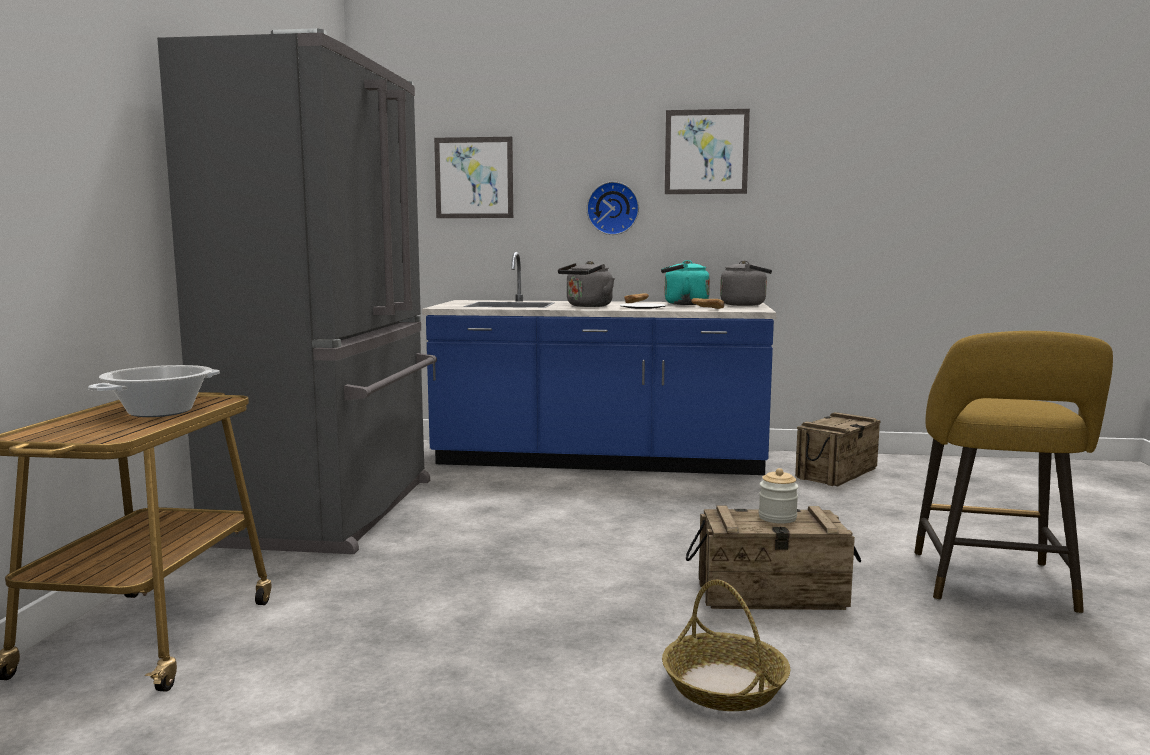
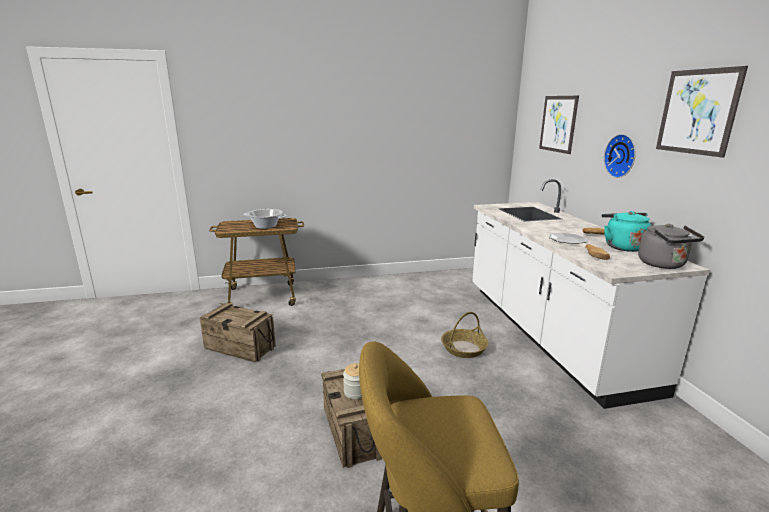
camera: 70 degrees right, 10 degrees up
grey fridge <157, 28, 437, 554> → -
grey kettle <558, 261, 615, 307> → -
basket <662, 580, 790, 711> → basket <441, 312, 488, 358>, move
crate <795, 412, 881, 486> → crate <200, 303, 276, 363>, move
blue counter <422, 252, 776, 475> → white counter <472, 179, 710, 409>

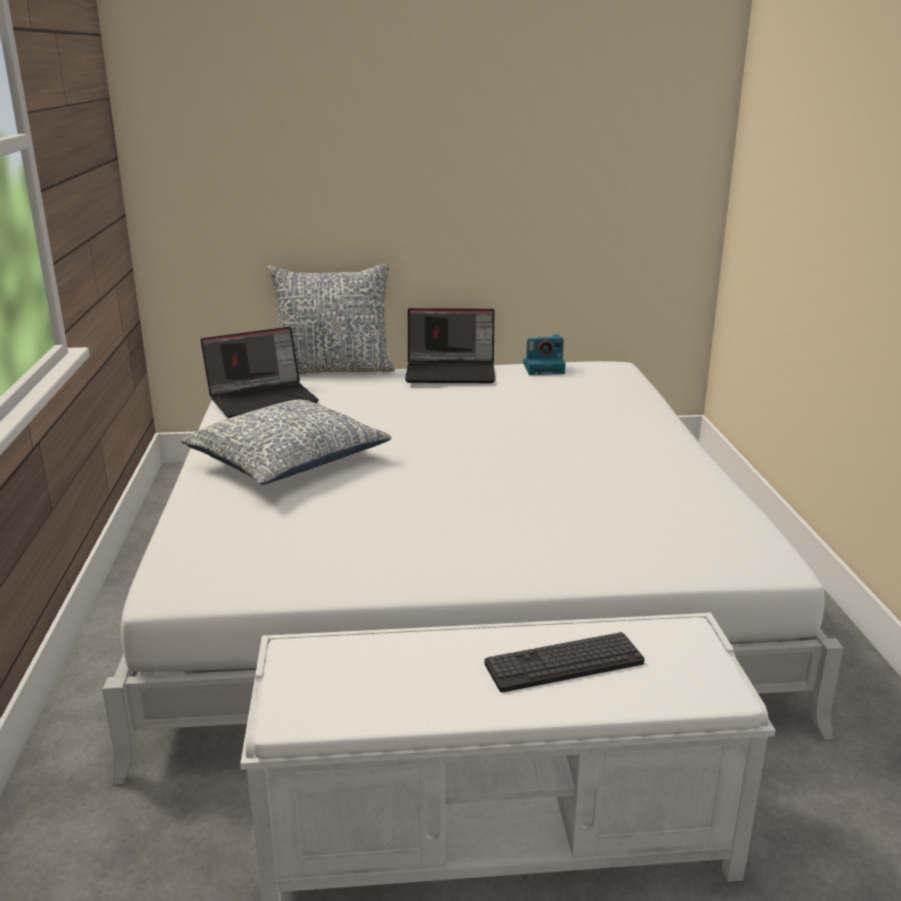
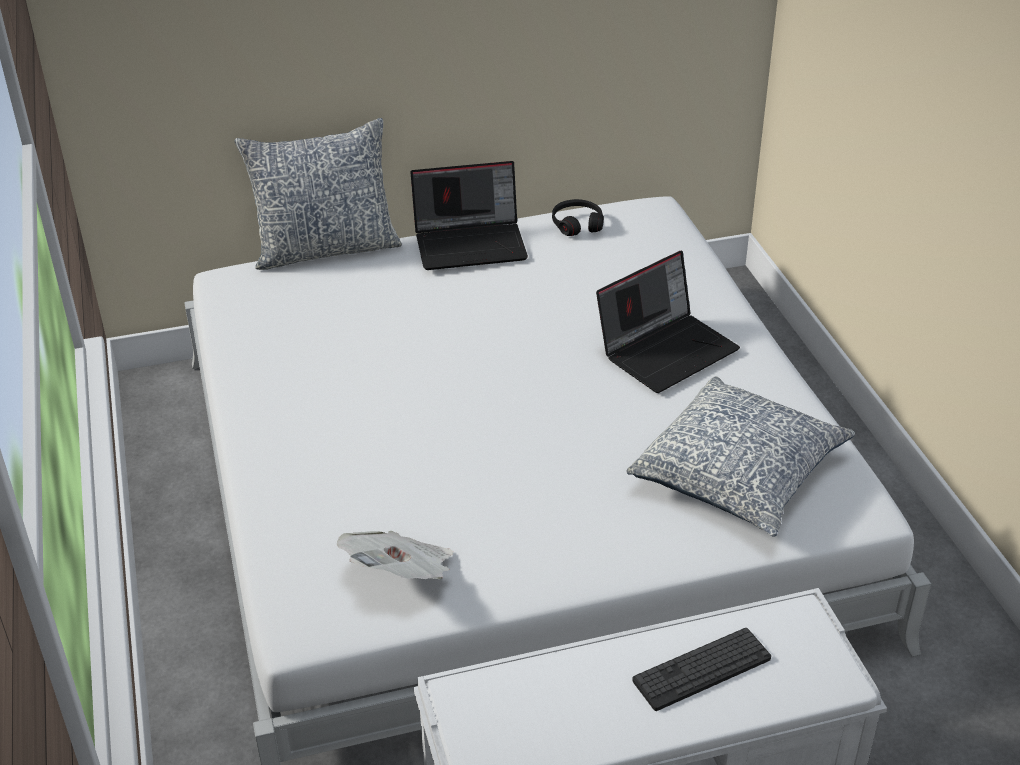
camera: 10 degrees left, 15 degrees up
- → newspaper <337, 531, 453, 579>
pillow <181, 400, 392, 485> → pillow <626, 377, 855, 537>, move
laptop <200, 327, 319, 418> → laptop <596, 250, 740, 393>, move
photo camera <523, 334, 566, 375> → black headphones <552, 199, 604, 236>

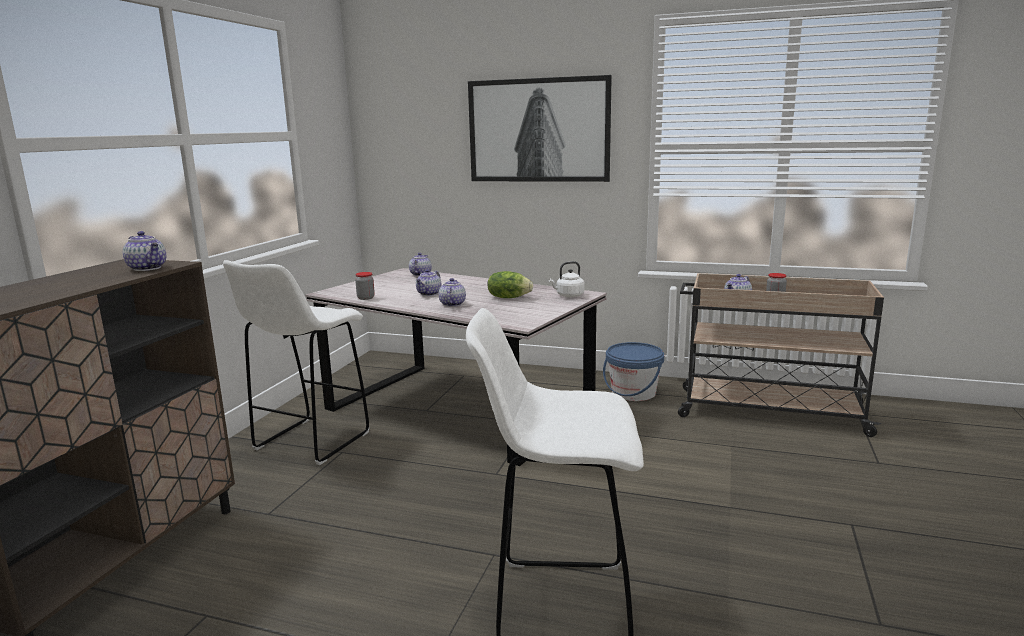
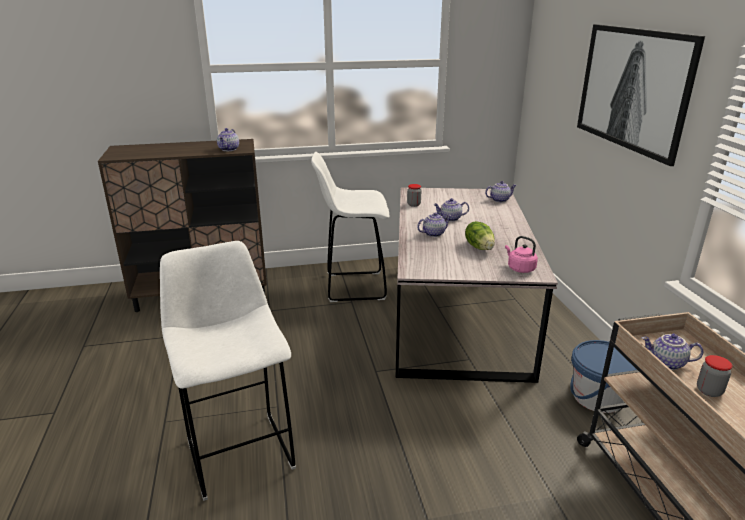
camera: 60 degrees right, 10 degrees up
white kettle <549, 261, 585, 297> → pink kettle <505, 236, 538, 273>

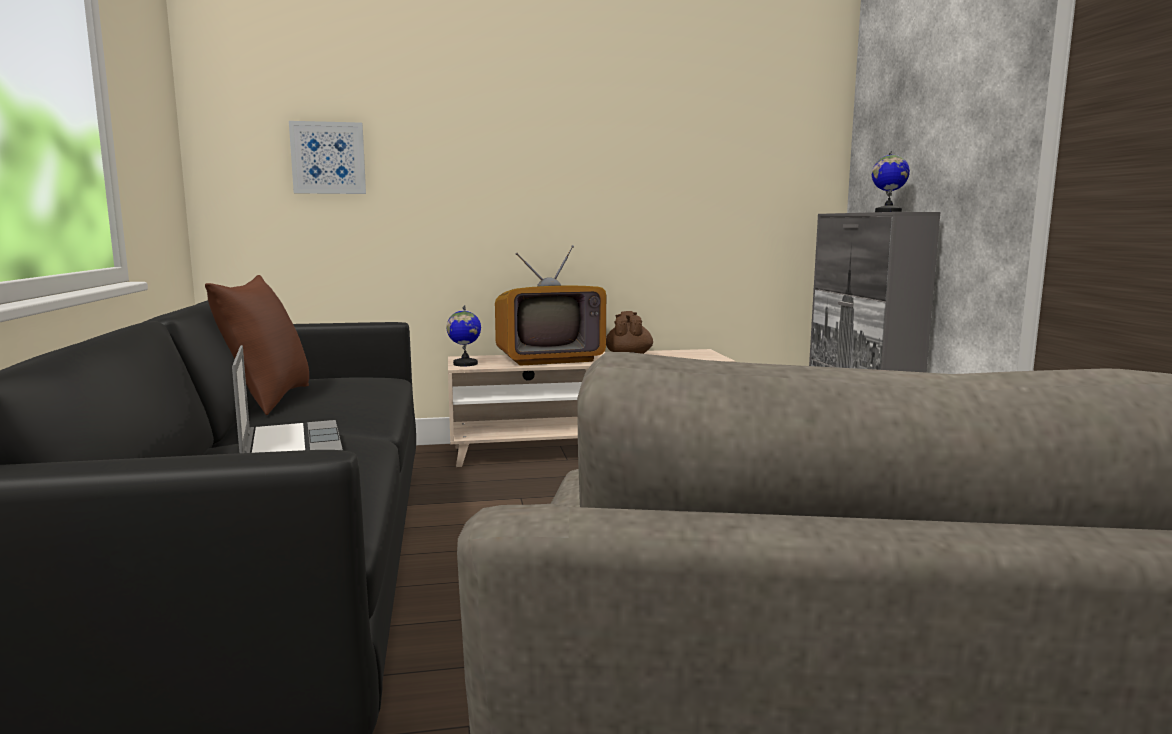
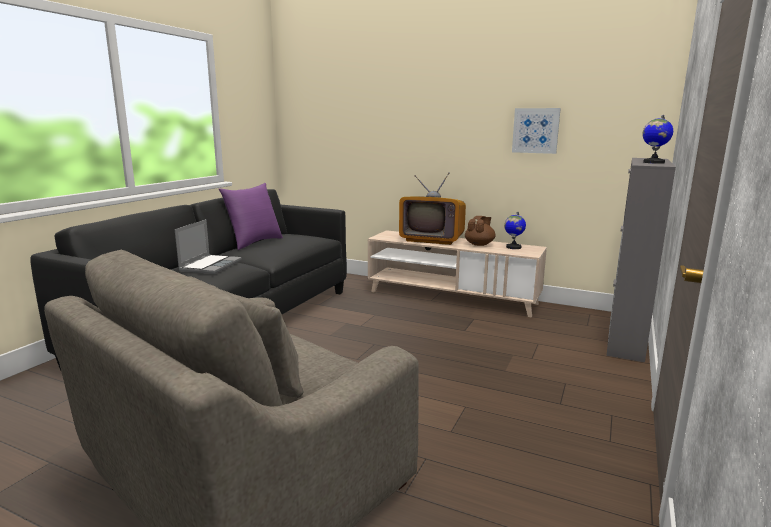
camera: 35 degrees right, 5 degrees up
picture <289, 121, 366, 194> → picture <512, 108, 561, 154>, move
globe <446, 305, 481, 366> → globe <504, 212, 526, 249>, move
brown pillow <205, 275, 309, 415> → purple pillow <219, 183, 283, 250>

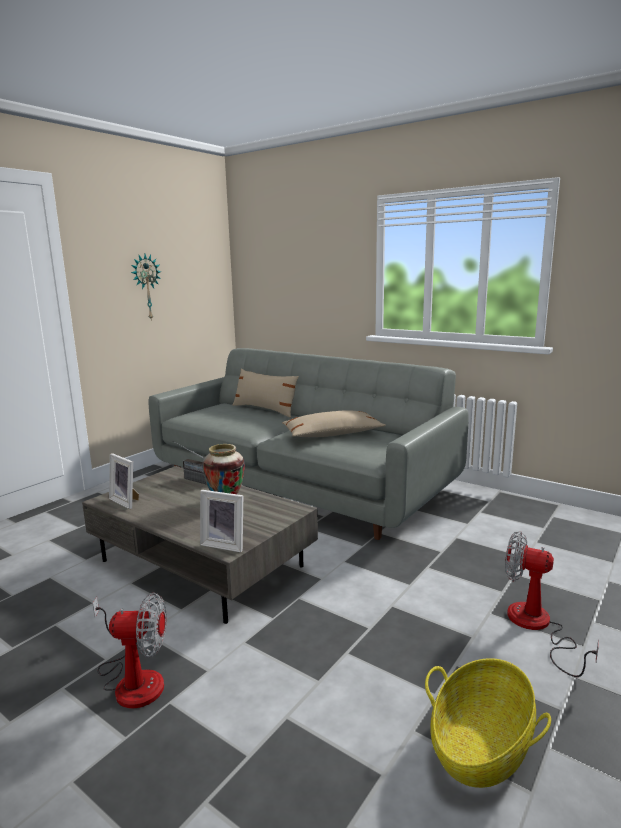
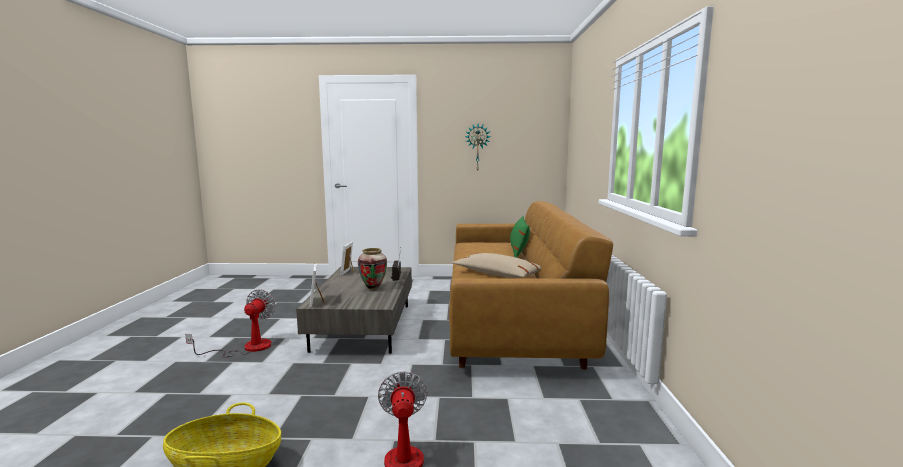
camera: 55 degrees right, 5 degrees down
grey sofa <148, 348, 469, 540> → brown sofa <449, 201, 613, 369>
beige pillow <233, 368, 299, 418> → green pillow <510, 216, 530, 258>
fan <93, 593, 167, 709> → fan <185, 289, 276, 357>, 135 degrees counterclockwise

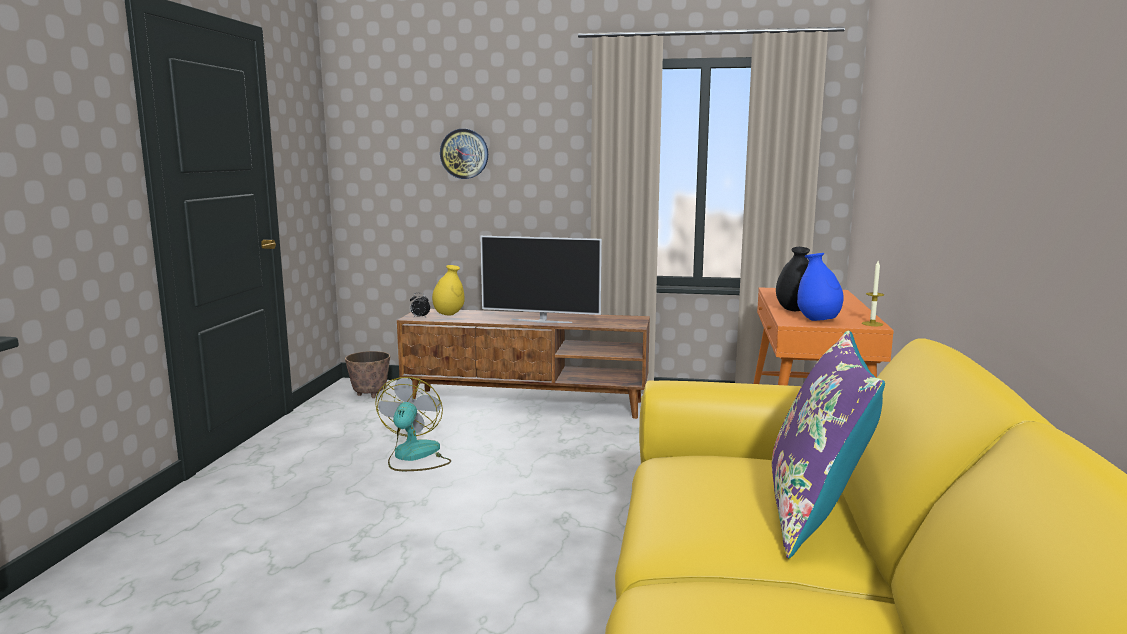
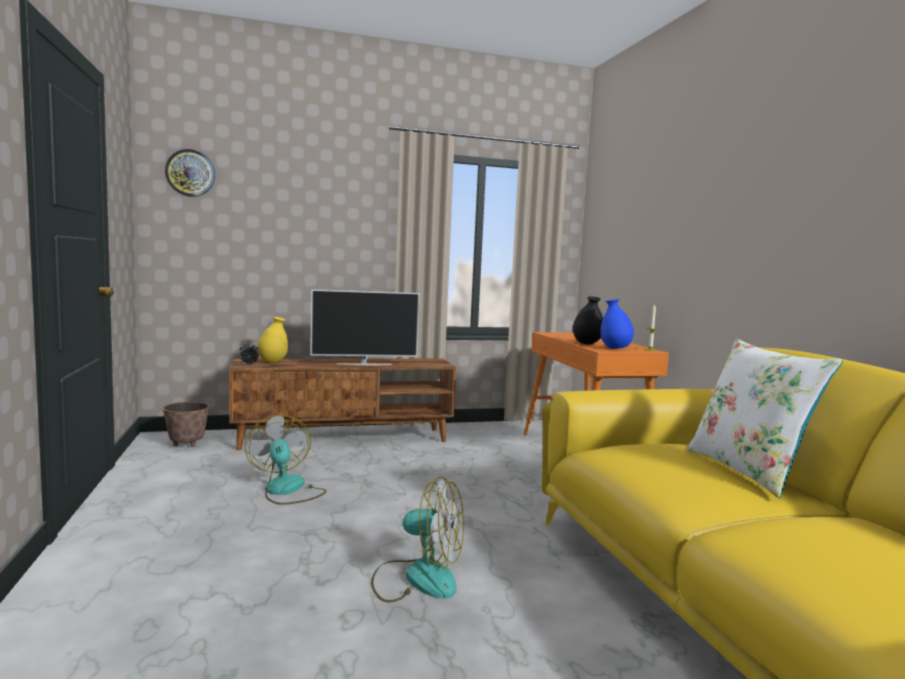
camera: 25 degrees left, 5 degrees down
- → fan <371, 477, 464, 602>
wall clock <440, 129, 488, 179> → wall clock <165, 149, 215, 197>, move
purple pillow <772, 330, 885, 559> → white pillow <686, 339, 843, 498>

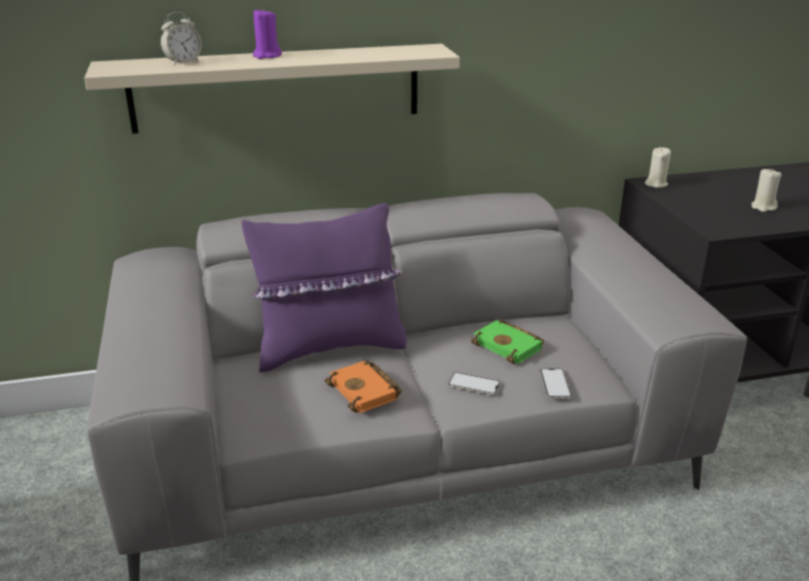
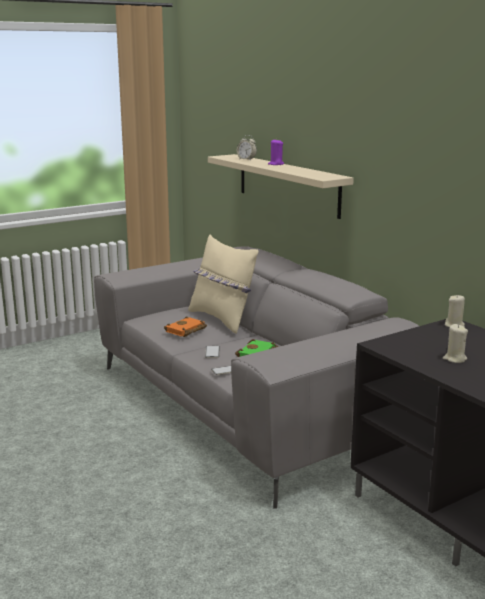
camera: 70 degrees right, 10 degrees down
purple pillow <242, 203, 407, 373> → beige pillow <188, 235, 259, 334>

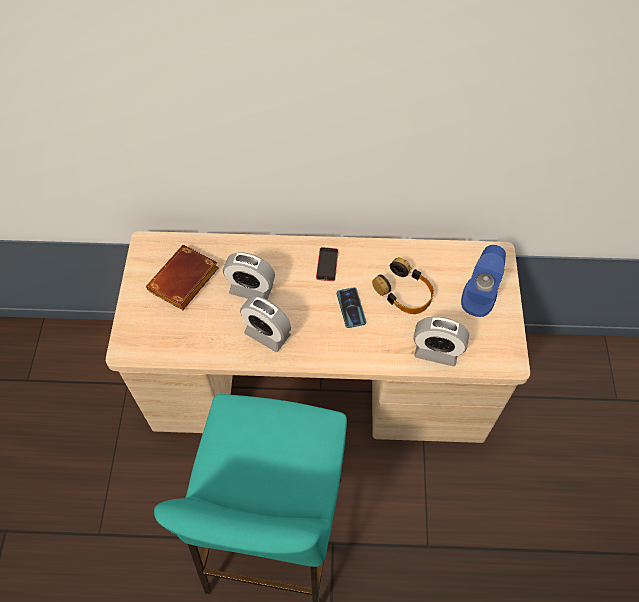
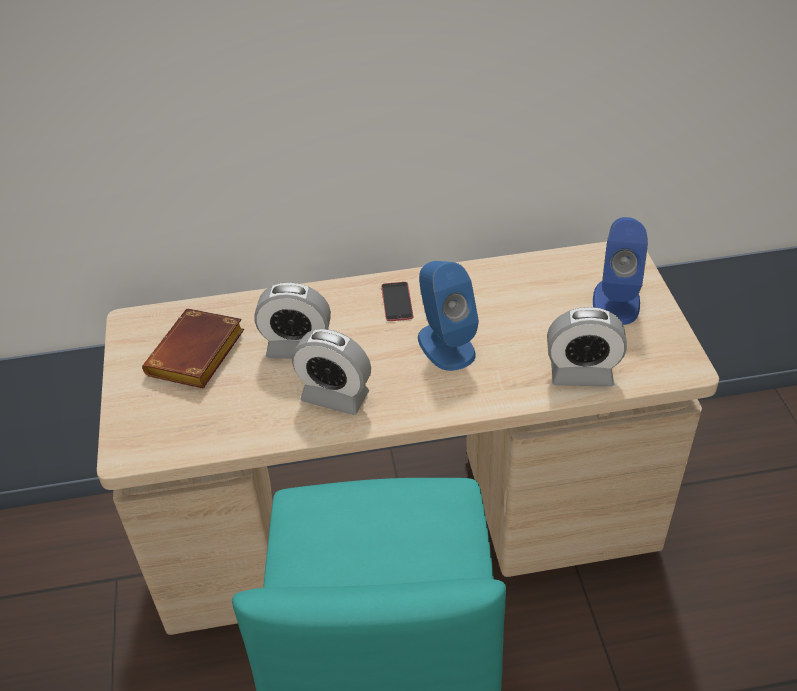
camera: 10 degrees left, 15 degrees down
headphones <372, 258, 434, 314> → -
phone <337, 287, 366, 328> → blue speaker <418, 261, 479, 371>

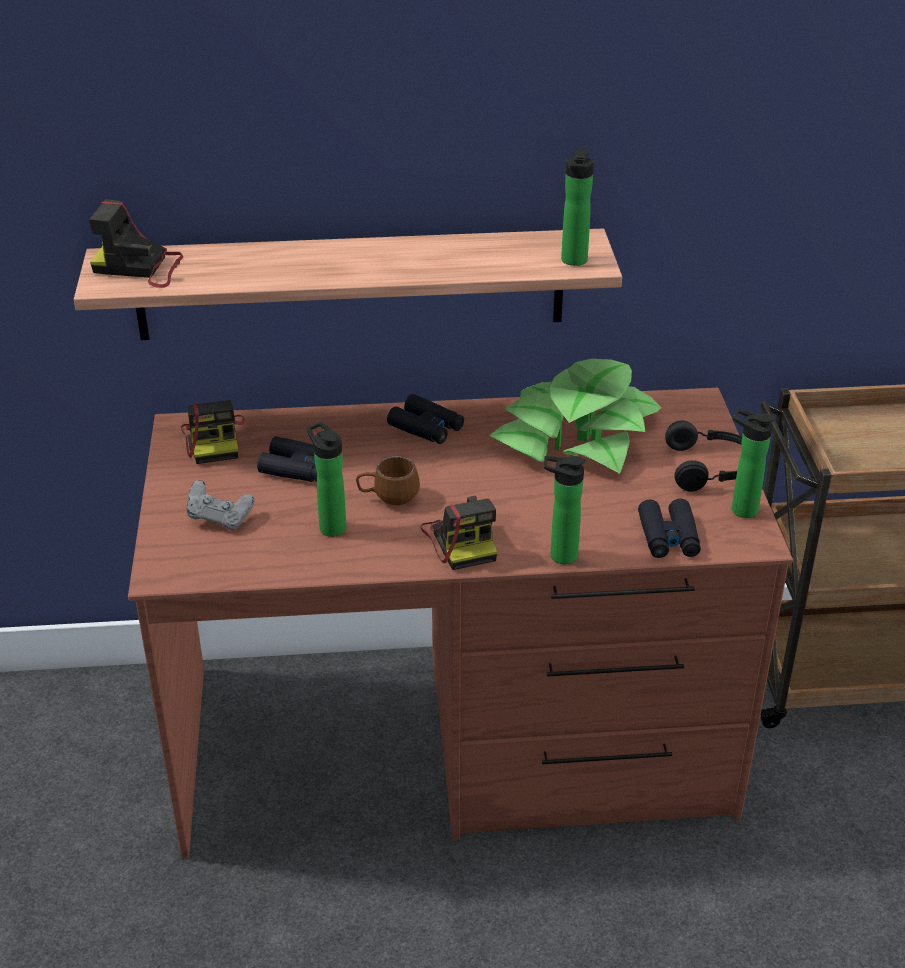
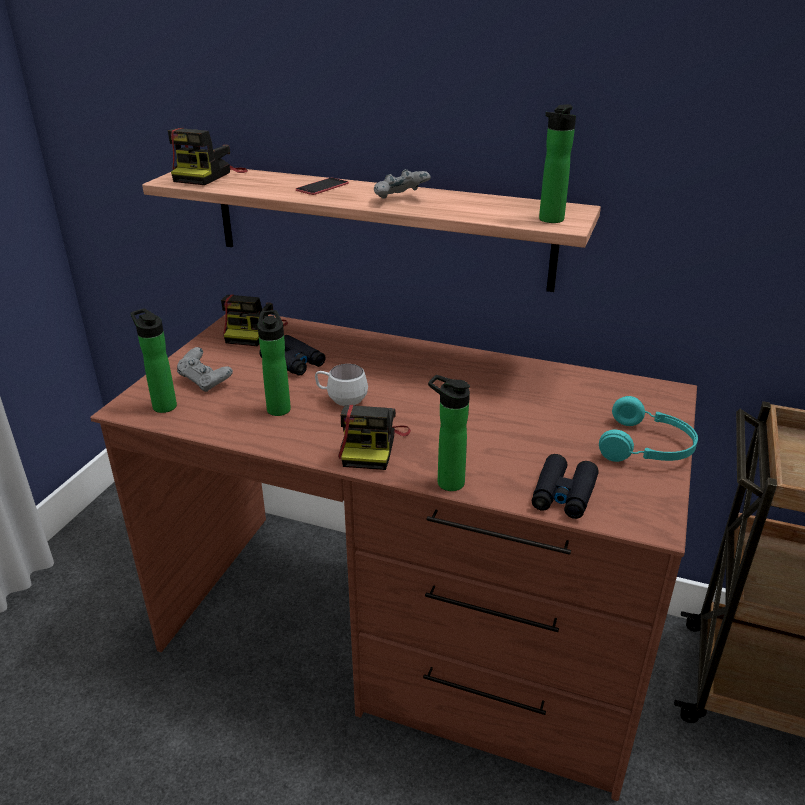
camera: 25 degrees right, 5 degrees down
black binoculars <387, 394, 464, 444> → -
potted plant <489, 359, 661, 474> → -
- → phone <296, 178, 349, 195>
- → grey game controller <374, 169, 431, 199>
bottle <732, 409, 774, 518> → bottle <130, 308, 177, 413>, move
brown mug <356, 457, 420, 505> → white mug <315, 364, 368, 406>
black headphones <665, 420, 742, 492> → turquoise headphones <599, 396, 698, 462>
photo camera <89, 199, 183, 288> → photo camera <168, 128, 248, 185>, 105 degrees counterclockwise

